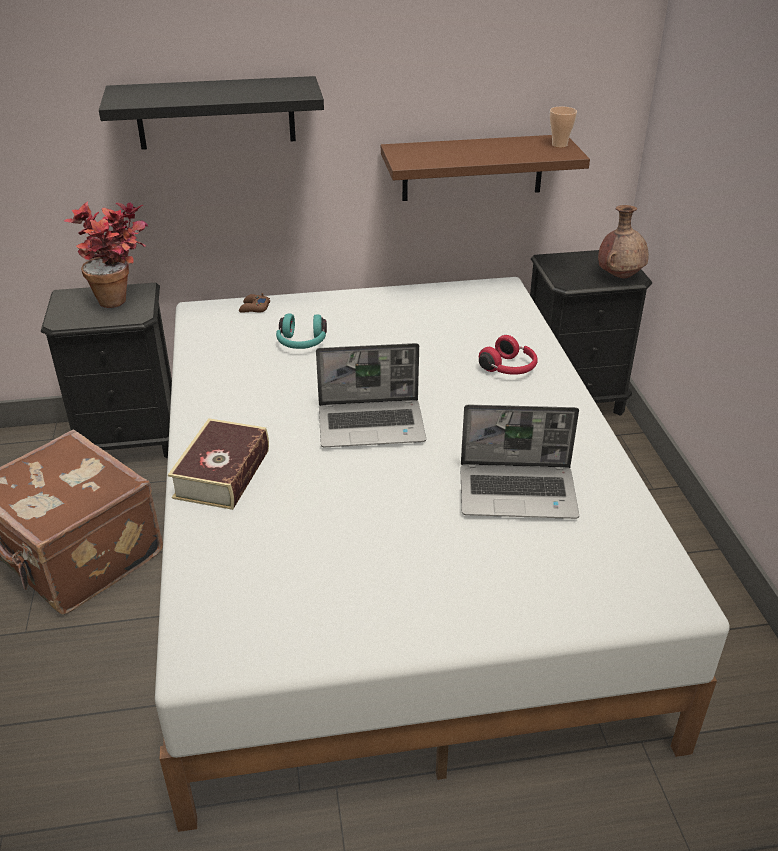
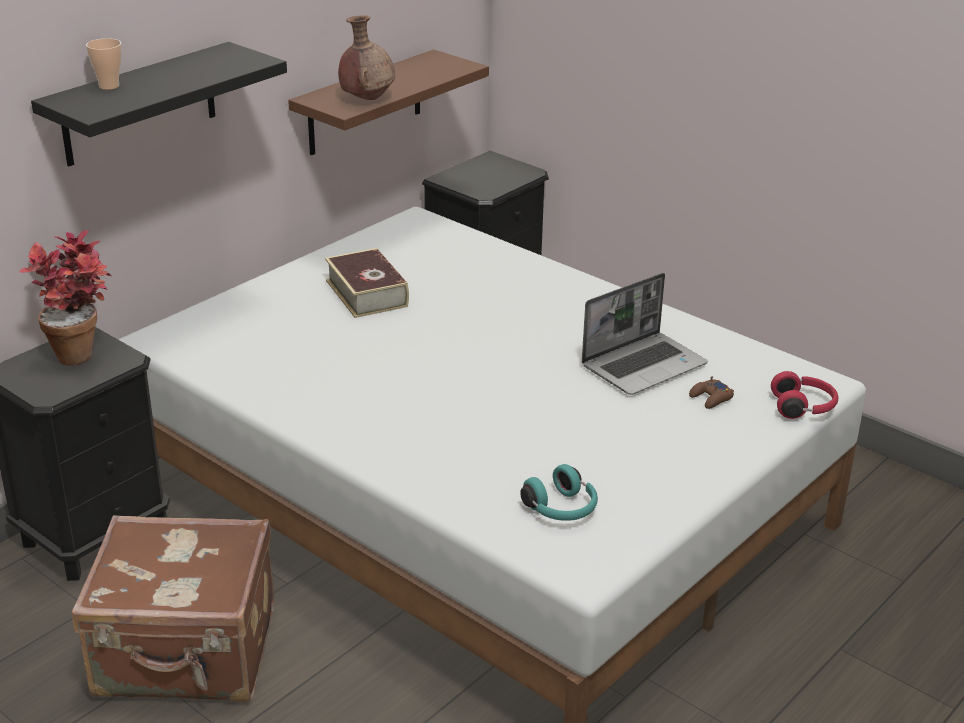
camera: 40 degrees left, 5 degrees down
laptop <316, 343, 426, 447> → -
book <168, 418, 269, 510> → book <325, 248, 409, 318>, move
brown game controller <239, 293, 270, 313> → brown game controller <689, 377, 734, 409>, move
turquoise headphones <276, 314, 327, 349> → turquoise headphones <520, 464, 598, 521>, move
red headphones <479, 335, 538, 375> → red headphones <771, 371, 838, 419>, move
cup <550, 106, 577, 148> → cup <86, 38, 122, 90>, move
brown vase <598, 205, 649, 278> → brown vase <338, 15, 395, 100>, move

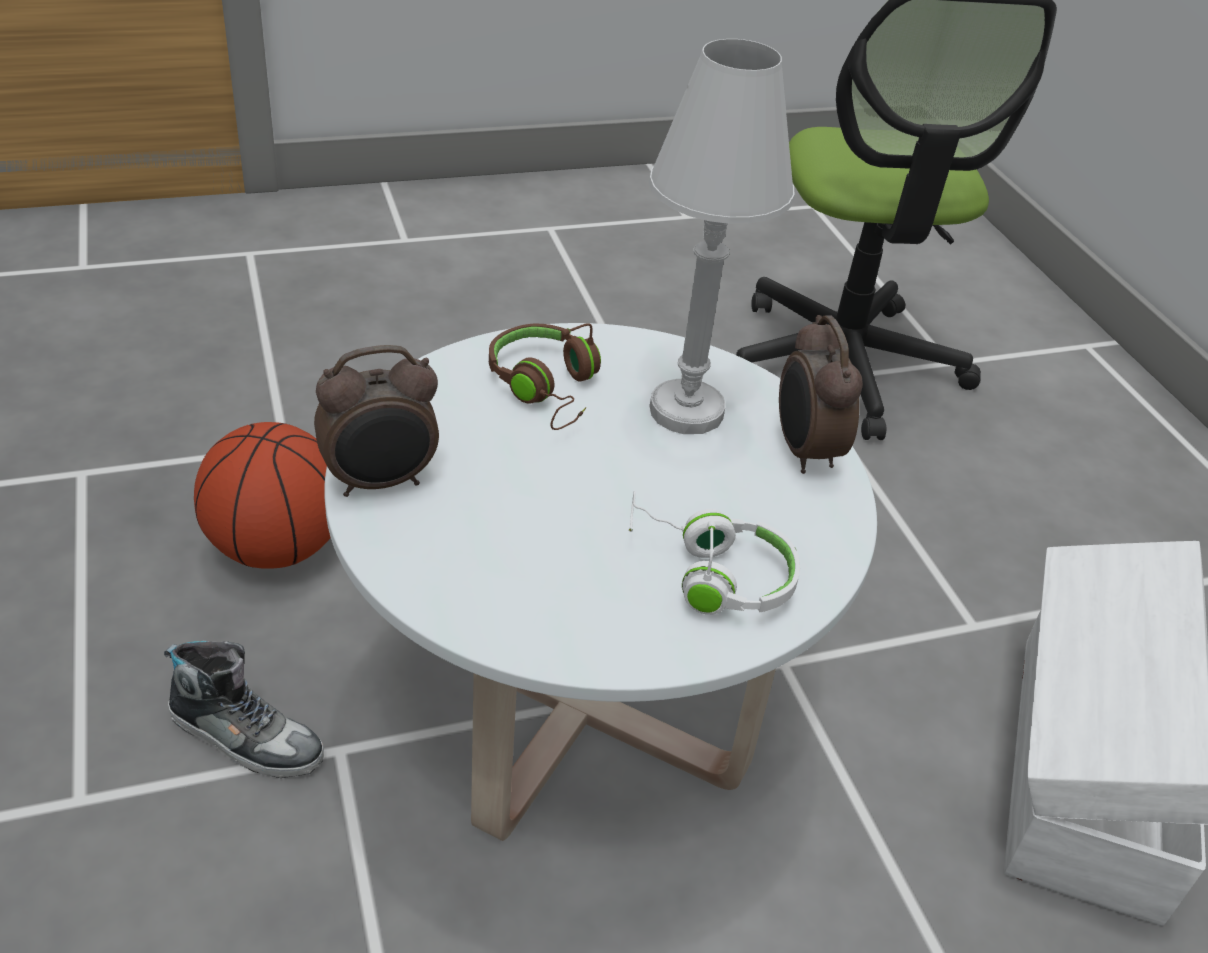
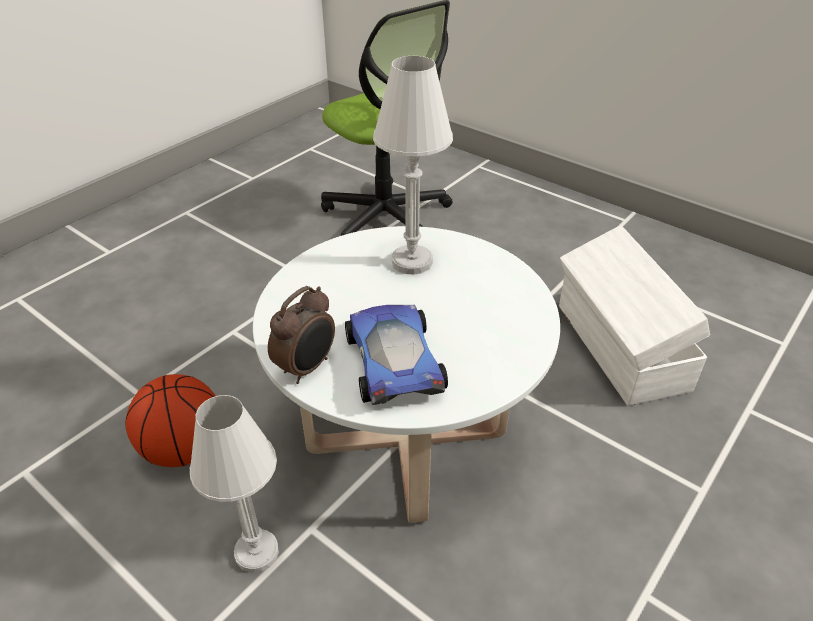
camera: 30 degrees left, 0 degrees up
brown headphones <489, 323, 601, 430> → -
white headphones <629, 491, 800, 615> → -
alarm clock <779, 315, 863, 474> → -
- → toy car <345, 305, 448, 405>
shoe <164, 641, 324, 778> → white table lamp <190, 395, 279, 573>

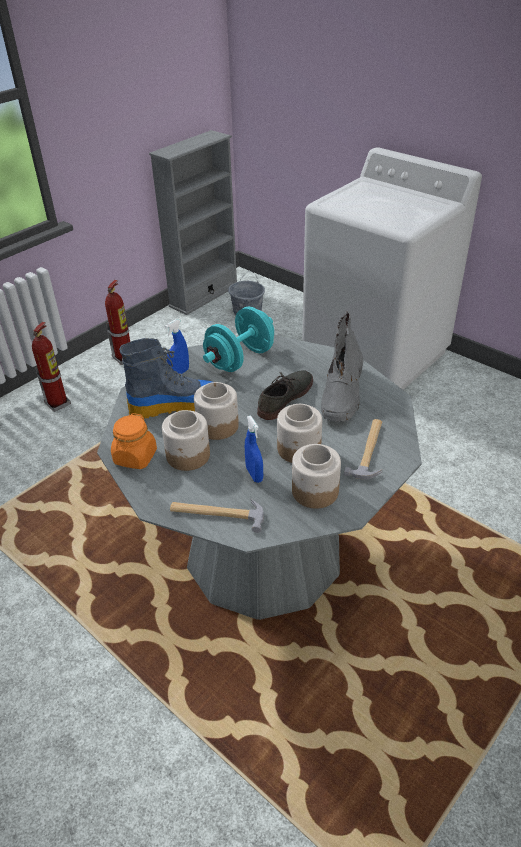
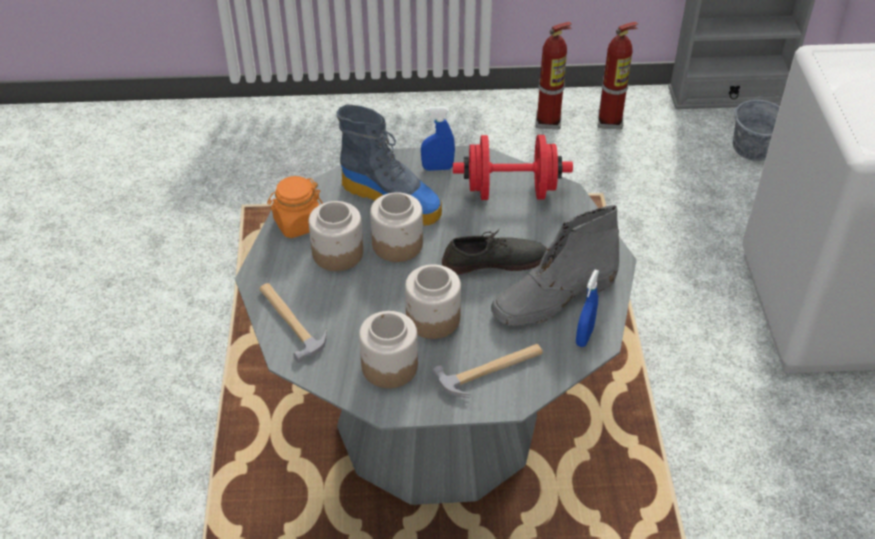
camera: 45 degrees right, 5 degrees up
fire extinguisher <32, 322, 71, 412> → fire extinguisher <598, 21, 638, 129>, move
blue spray bottle <245, 416, 263, 483> → blue spray bottle <576, 270, 599, 347>, move
turquoise dumbbell <203, 307, 274, 372> → red dumbbell <453, 135, 573, 200>

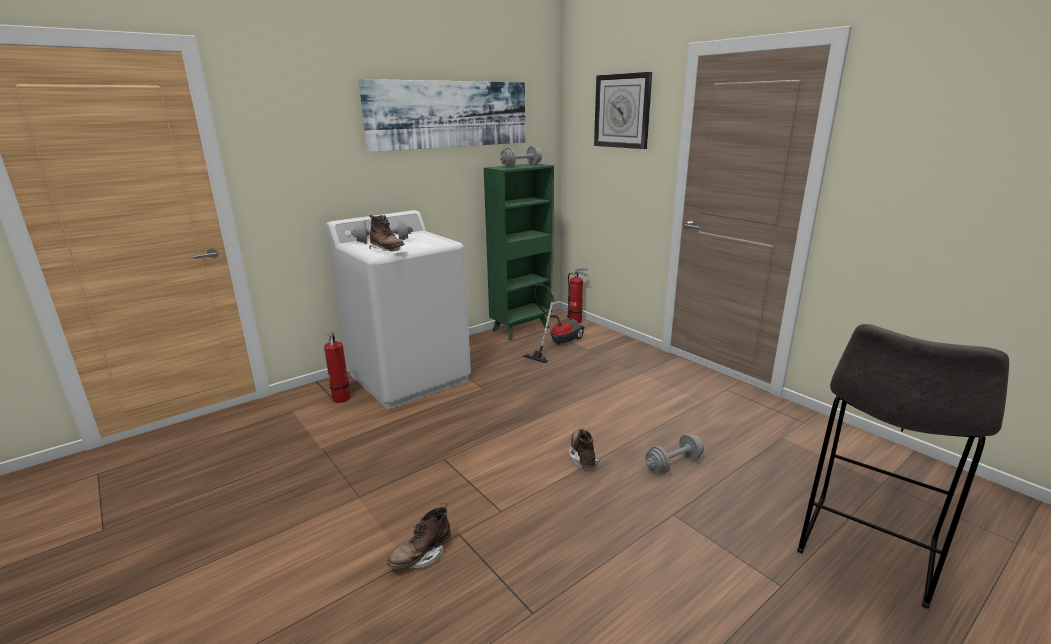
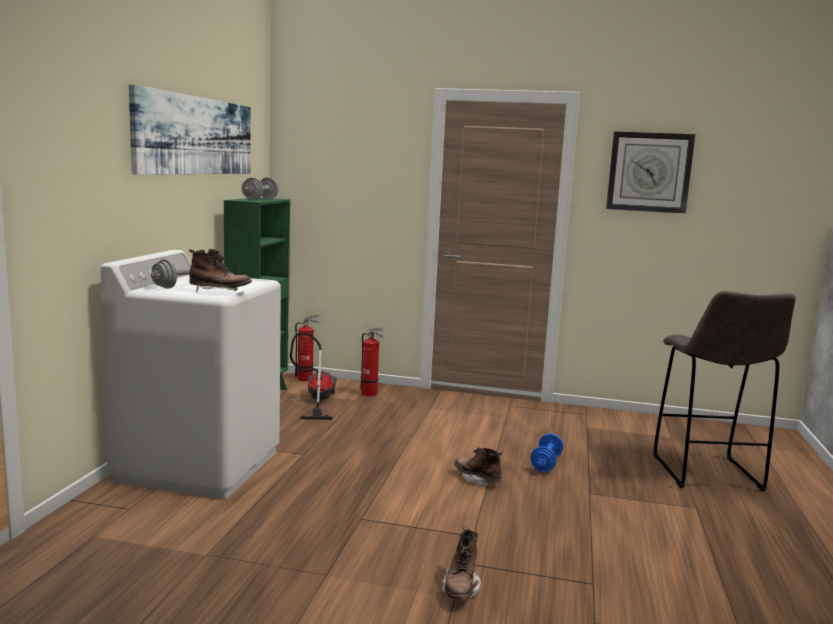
camera: 40 degrees left, 10 degrees down
fire extinguisher <324, 331, 350, 403> → fire extinguisher <360, 328, 385, 396>, move
wall clock <594, 72, 652, 149> → wall clock <606, 131, 695, 214>, move
grey dumbbell <645, 434, 704, 474> → blue dumbbell <530, 433, 564, 472>

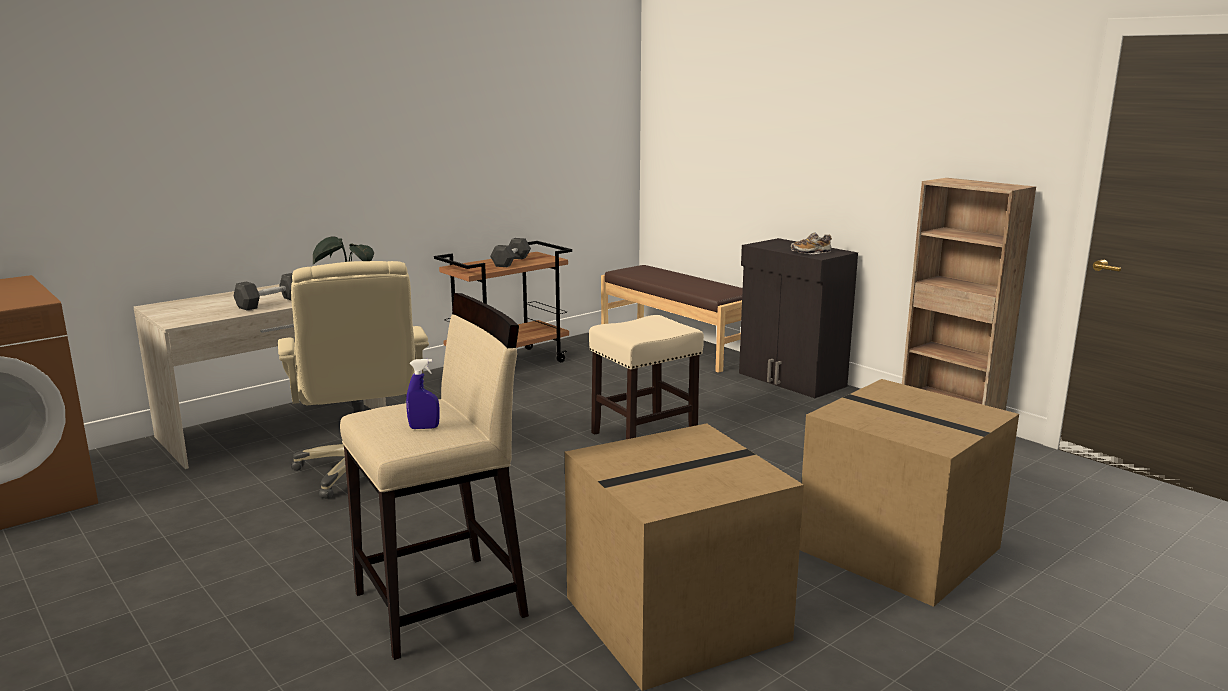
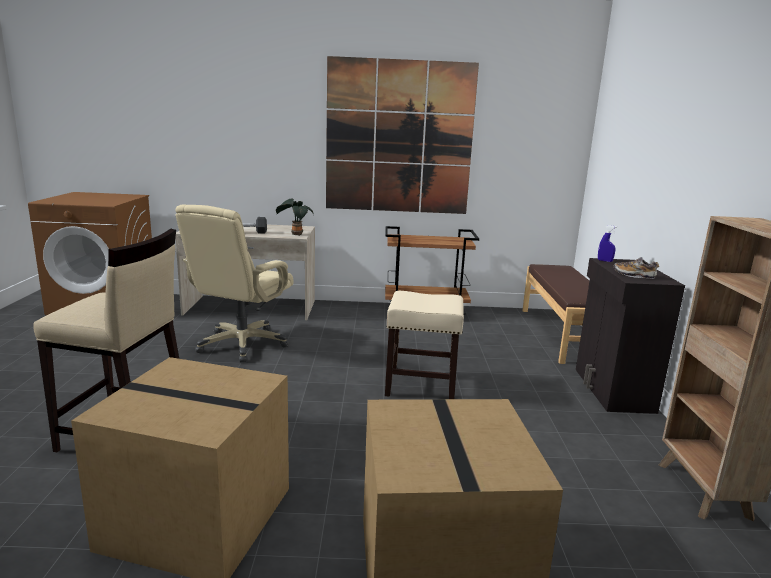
camera: 40 degrees right, 0 degrees up
grey dumbbell <490, 238, 531, 267> → -
- → picture <326, 56, 479, 214>
blue spray bottle <406, 359, 440, 429> → blue spray bottle <598, 225, 617, 262>, move

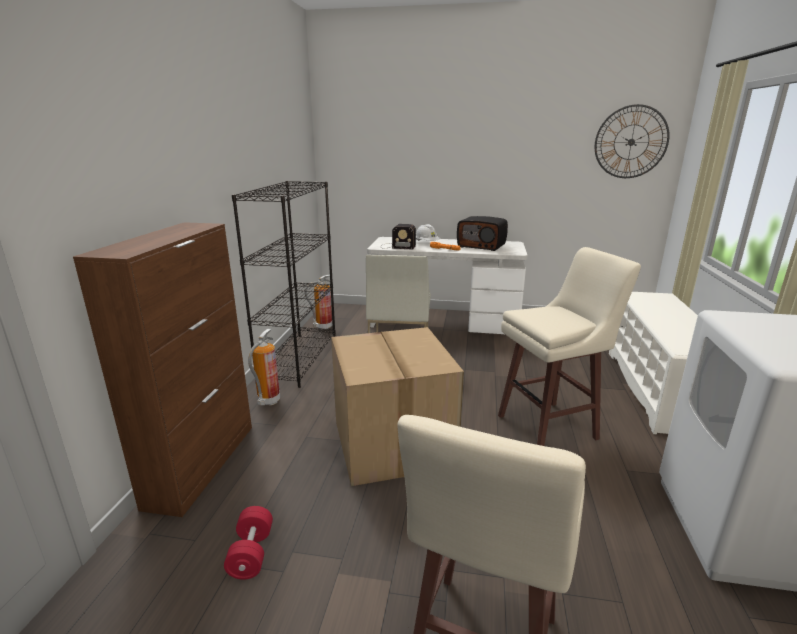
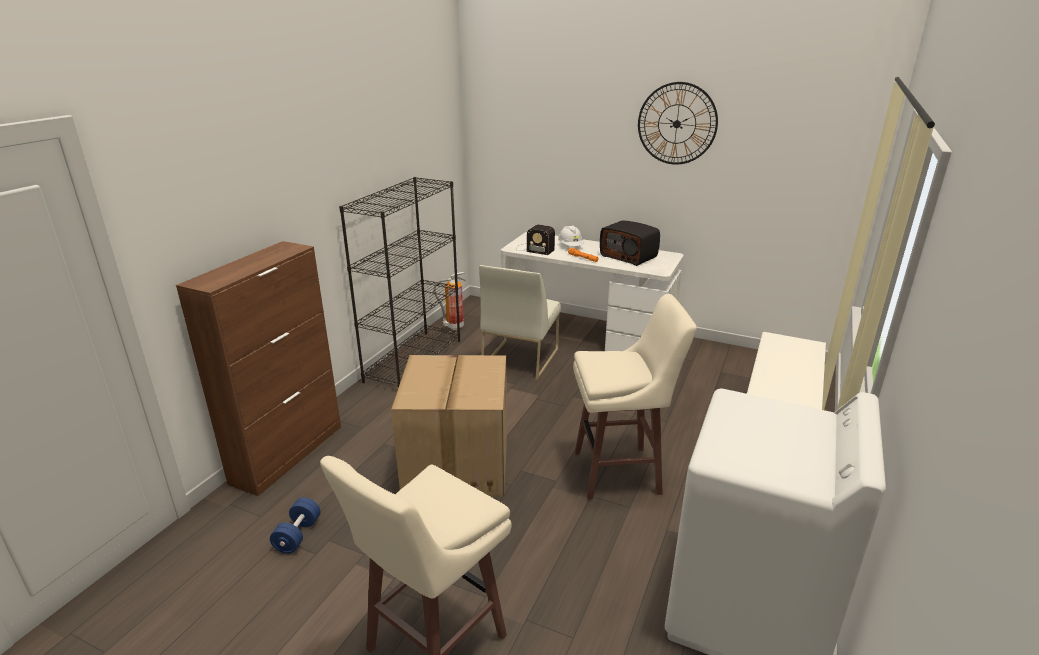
camera: 15 degrees right, 5 degrees up
fire extinguisher <248, 329, 280, 405> → -
wall clock <595, 104, 670, 178> → wall clock <638, 82, 718, 165>, move
red dumbbell <224, 506, 273, 580> → blue dumbbell <270, 498, 321, 554>

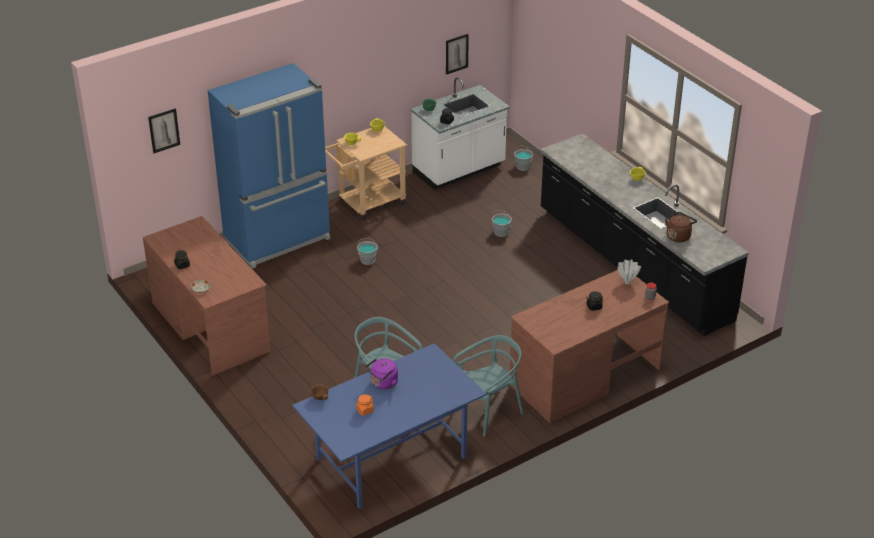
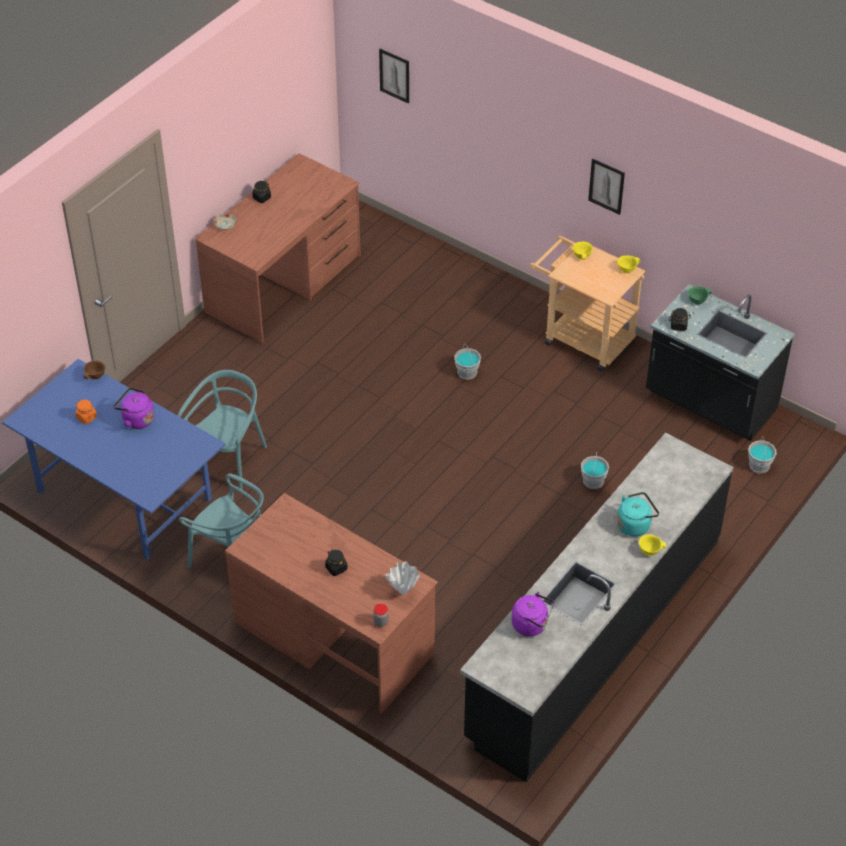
camera: 70 degrees right, 10 degrees up
blue fridge <208, 63, 330, 269> → -
- → turquoise kettle <617, 492, 659, 536>
picture <446, 34, 469, 75> → picture <588, 159, 625, 215>, move
white counter <411, 77, 510, 190> → black counter <646, 284, 795, 441>
brown kettle <665, 212, 697, 242> → purple kettle <512, 592, 554, 636>

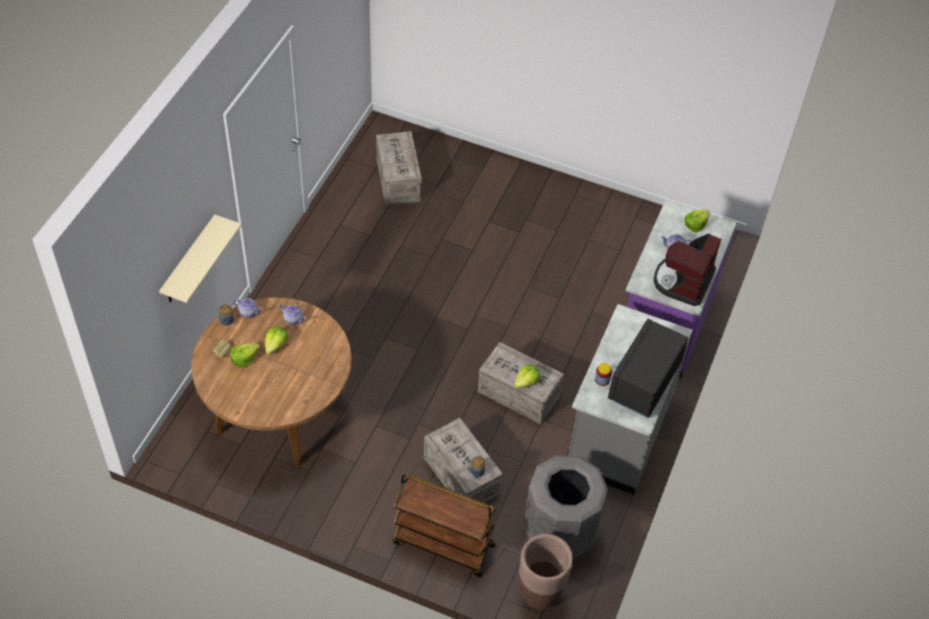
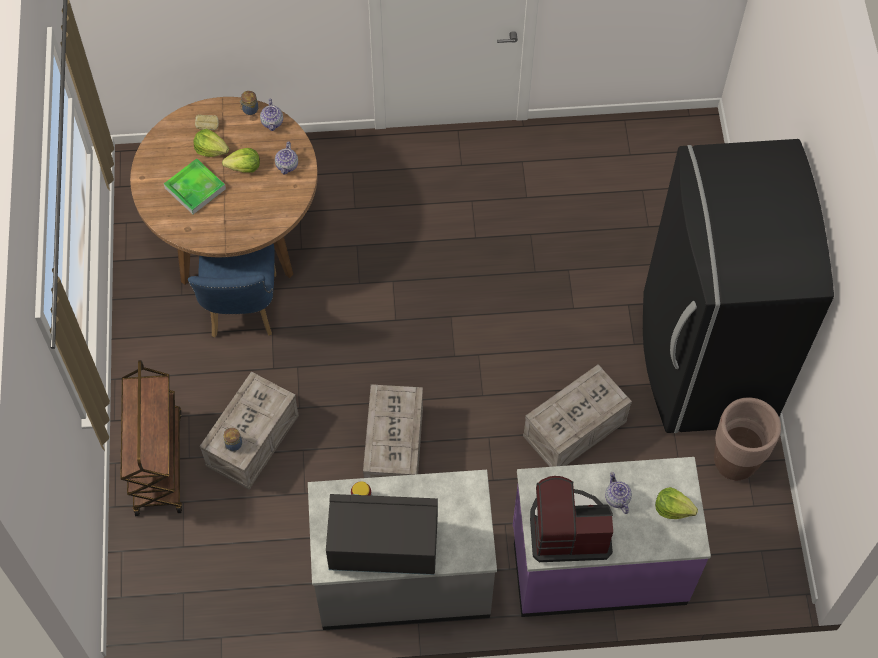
camera: 65 degrees right, 10 degrees up
beige shelf <159, 214, 242, 303> → -
lettuce <514, 365, 540, 389> → -
grey trash can <524, 455, 608, 559> → -
- → tray <164, 158, 226, 214>
- → blue chair <188, 244, 276, 338>
- → black fridge <643, 139, 834, 433>
crate <376, 131, 422, 206> → crate <523, 364, 632, 467>, move
brown planter <519, 534, 573, 609> → brown planter <714, 397, 781, 480>, move

